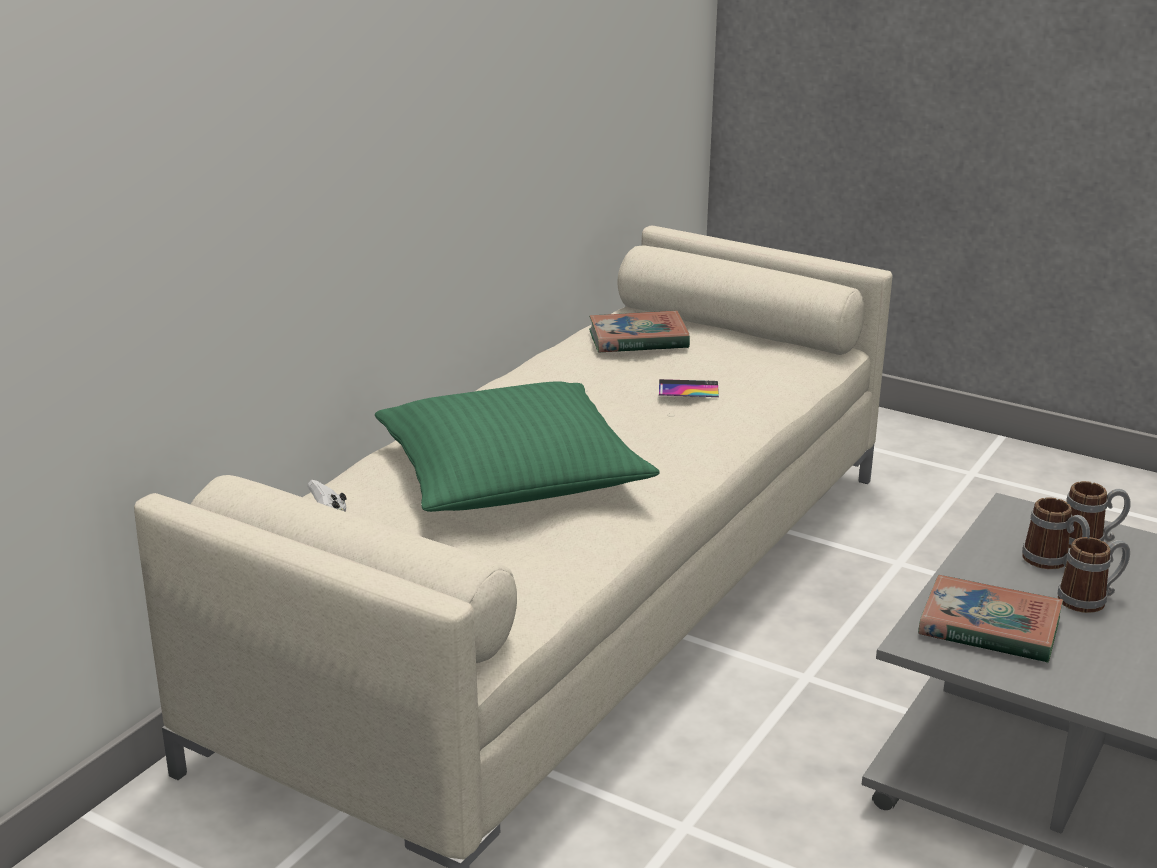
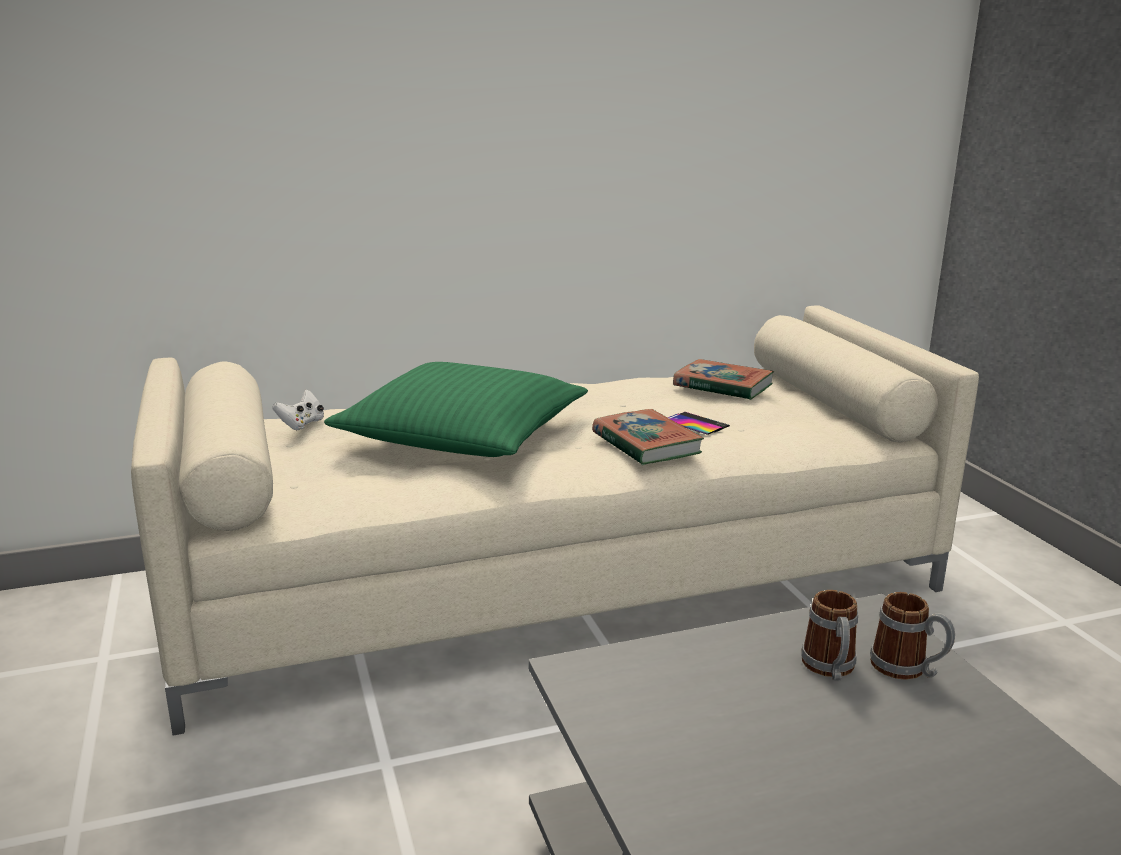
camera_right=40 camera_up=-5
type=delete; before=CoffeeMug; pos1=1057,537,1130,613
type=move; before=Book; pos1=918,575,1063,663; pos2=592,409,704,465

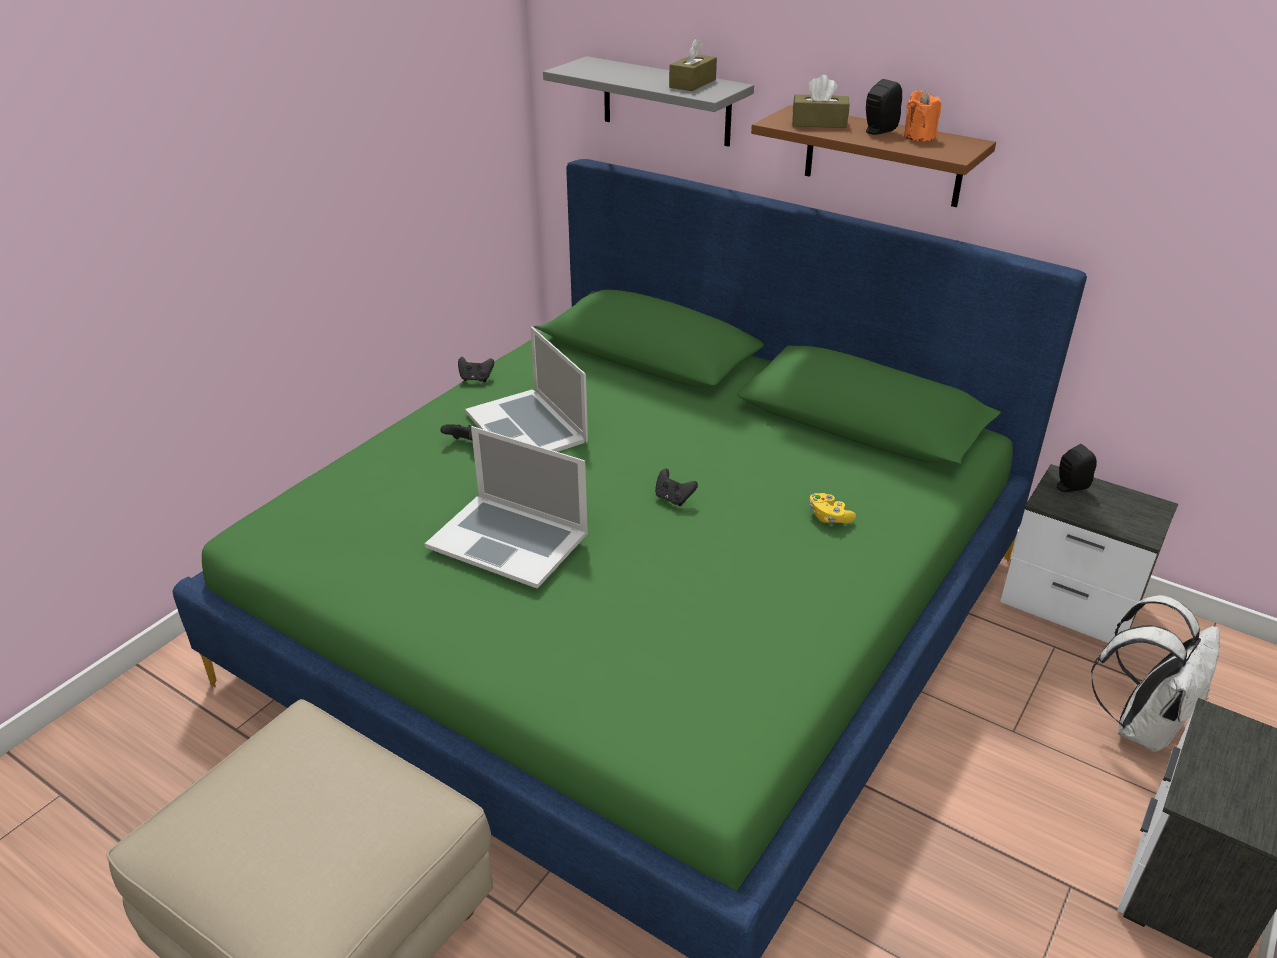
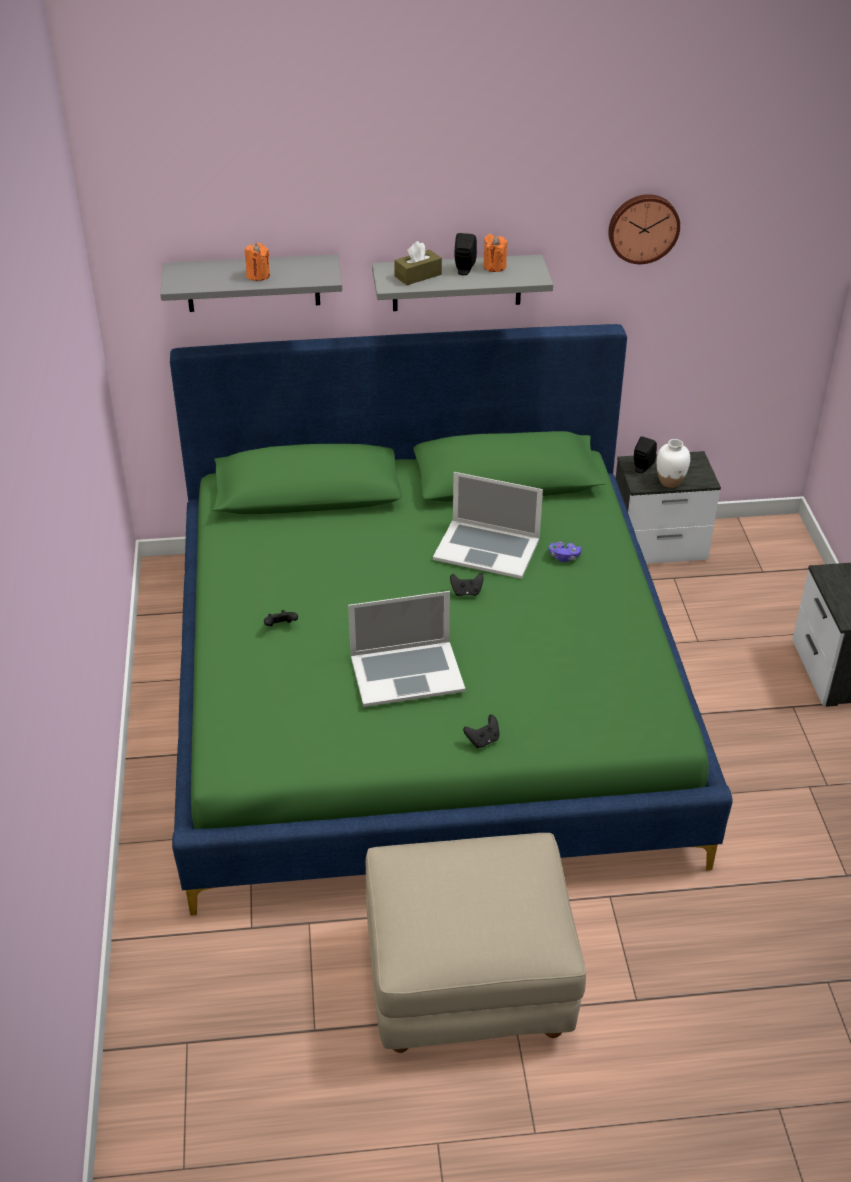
camera_right=-40 camera_up=5
type=delete; before=BrownishBoxOfTissues; pos1=669,38,717,91
type=delete; before=WhiteColouredKnapsack; pos1=1091,595,1220,752
type=insert; after=OrangeColouredWaxLight; pos2=244,243,270,281
type=insert; after=HangingClock; pos2=608,194,680,264
type=insert; after=WhiteColouredFlowerVase; pos2=657,439,690,488
type=move; before=BlackColouredJoypad; pos1=458,357,494,382; pos2=463,715,500,748
type=move; before=PortableComputer; pos1=465,326,588,452; pos2=433,472,543,579
type=recolor; before=BrownishShelf; after=GreyishShelf; pos1=751,105,996,207; pos2=372,254,553,311
type=recolor; before=YellowColouredJoypad; after=PurpleColouredJoypad; pos1=809,493,856,524; pos2=549,541,582,562

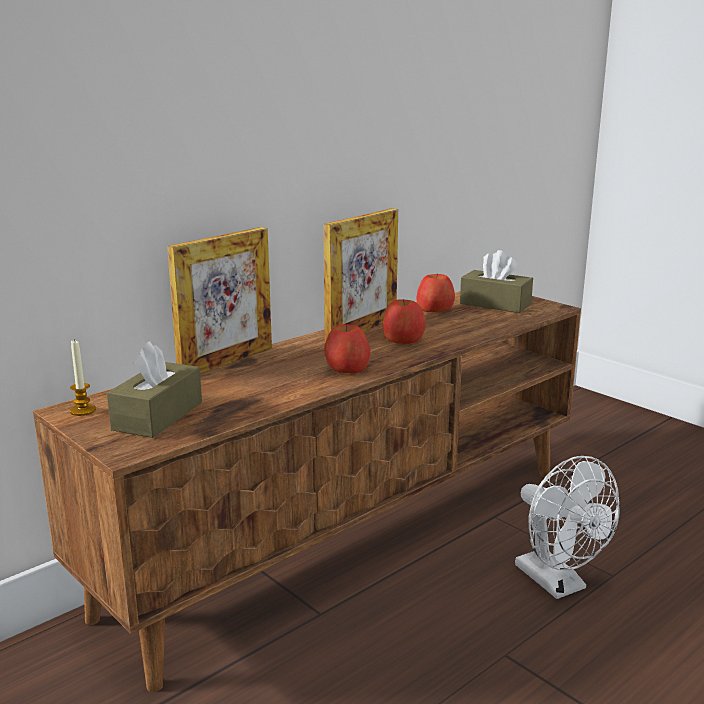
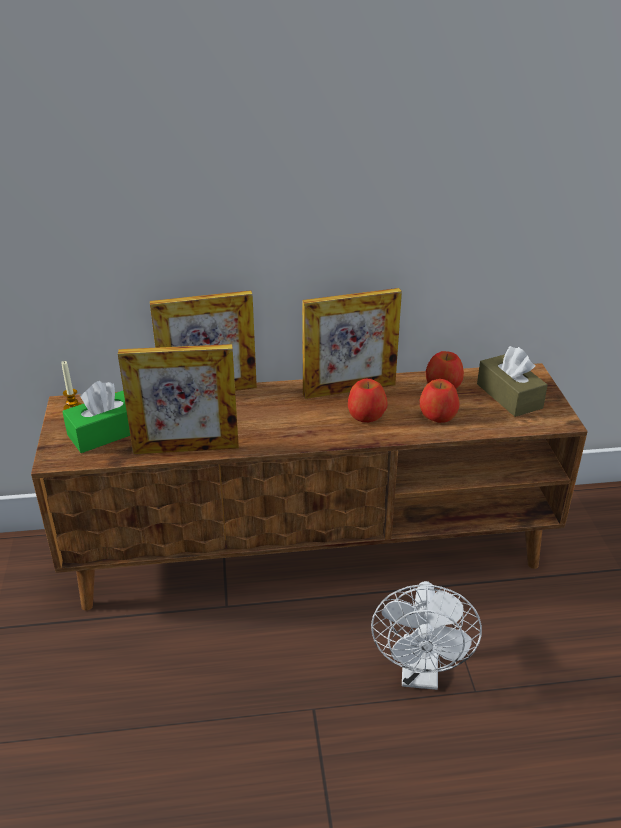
camera_right=35 camera_up=15
type=insert; after=PictureFrame; pos2=118,344,239,454
type=move; before=WholeApple; pos1=324,324,370,373; pos2=420,379,460,423
type=recolor; before=BrownishBoxOfTissues; after=GreenColouredBoxOfTissues; pos1=107,341,202,438; pos2=62,381,130,453

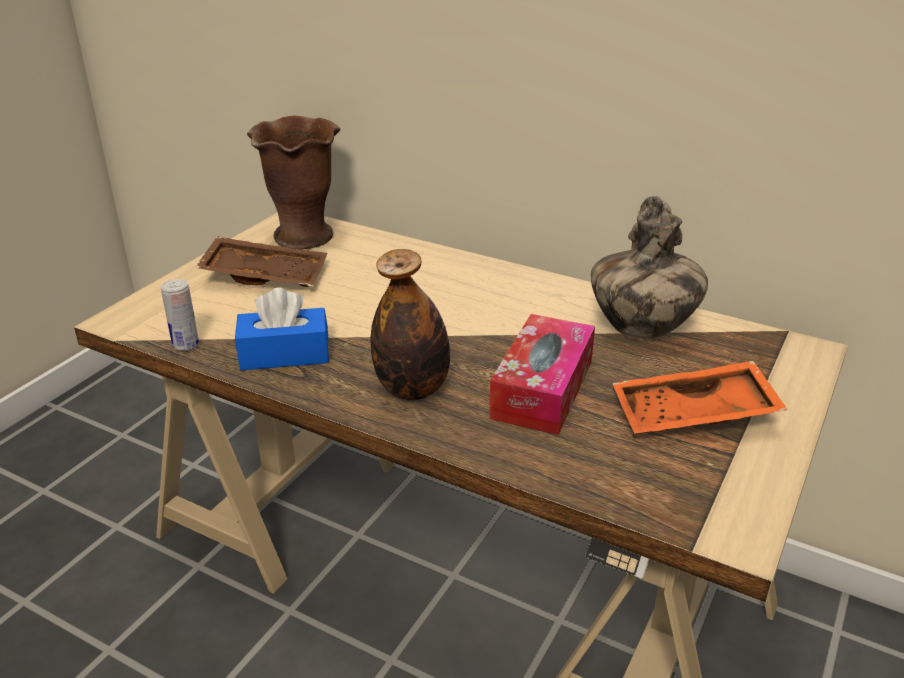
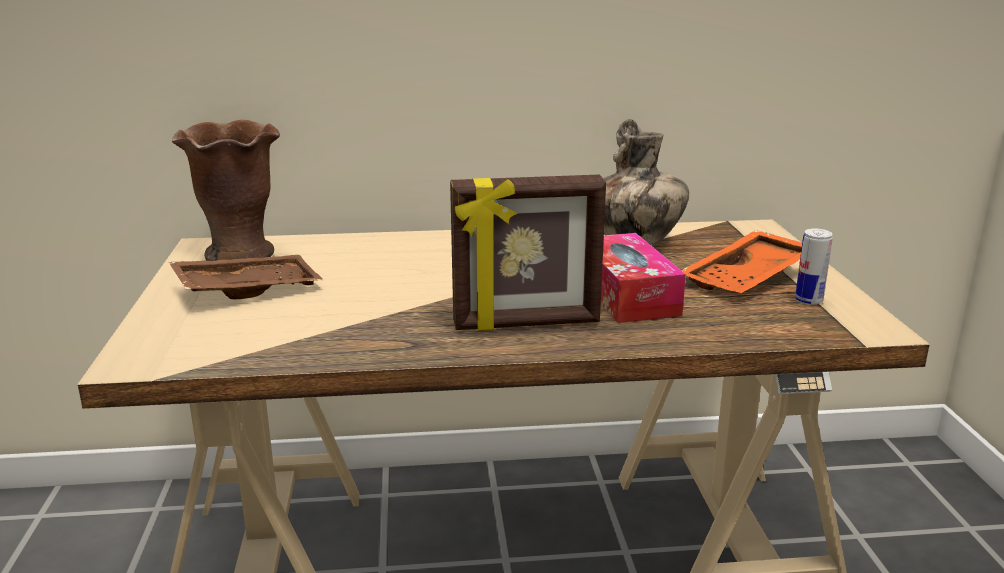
camera_right=-35 camera_up=-10
type=delete; before=BlueBoxOfTissues; pos1=235,287,329,370
type=move; before=SealedCan; pos1=161,279,199,351; pos2=795,229,833,305
type=replace; before=Bottle; after=PictureFrame; pos1=371,249,450,400; pos2=450,175,606,331

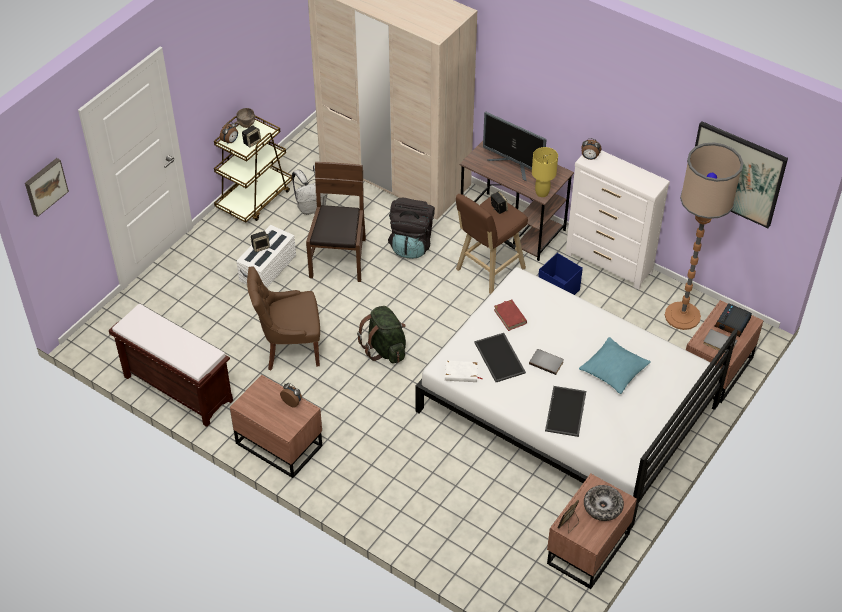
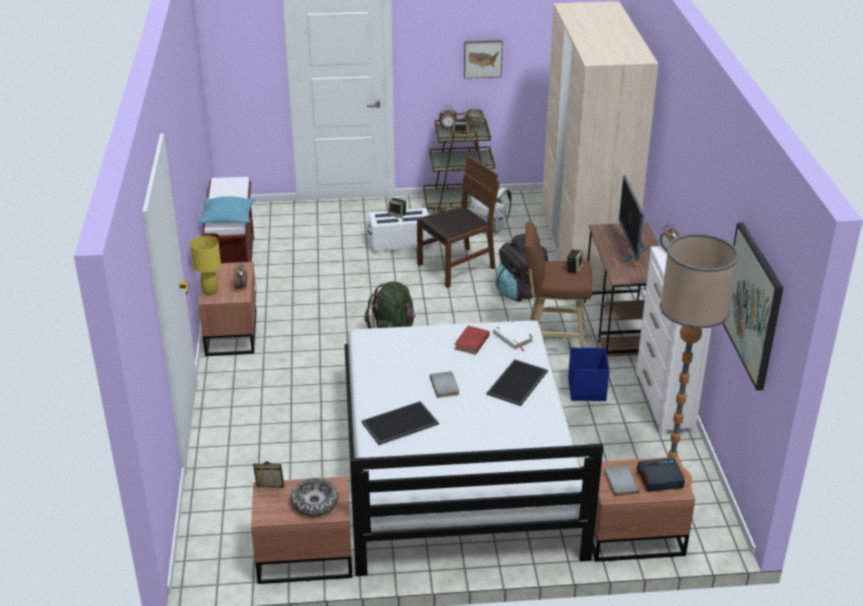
camera_right=50 camera_up=-15
type=delete; before=BrownishChair; pos1=247,266,320,371
type=move; before=WallArt; pos1=25,158,69,217; pos2=464,40,503,79
type=move; before=WhiteColouredBook; pos1=445,360,483,382; pos2=493,321,533,351
type=move; before=CarryingTray; pos1=474,333,526,382; pos2=486,359,548,406
type=move; before=YellowColouredLampForATable; pos1=532,147,558,197; pos2=190,236,221,296
type=move; before=BlueGreenPillow; pos1=579,337,651,394; pos2=198,197,255,223

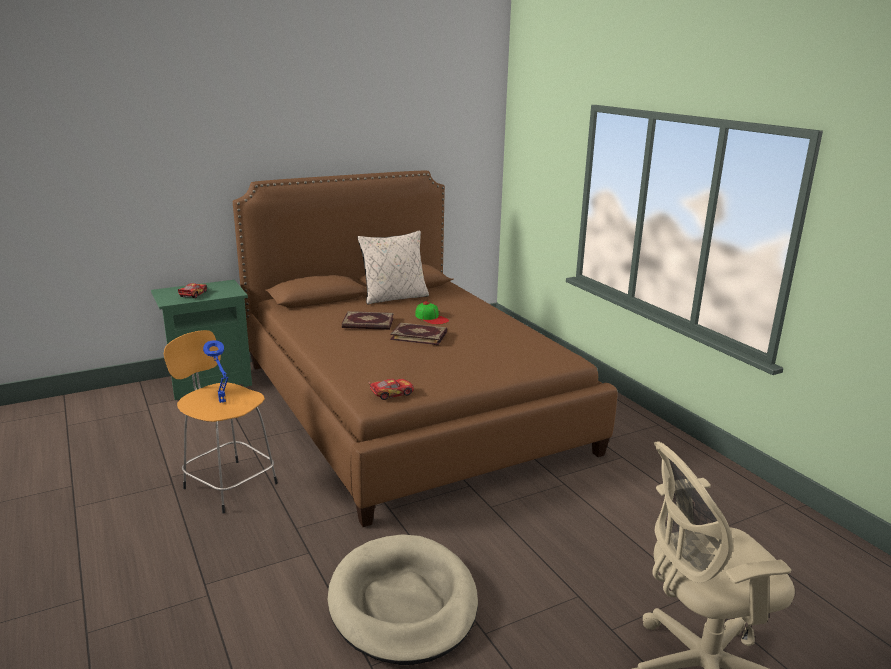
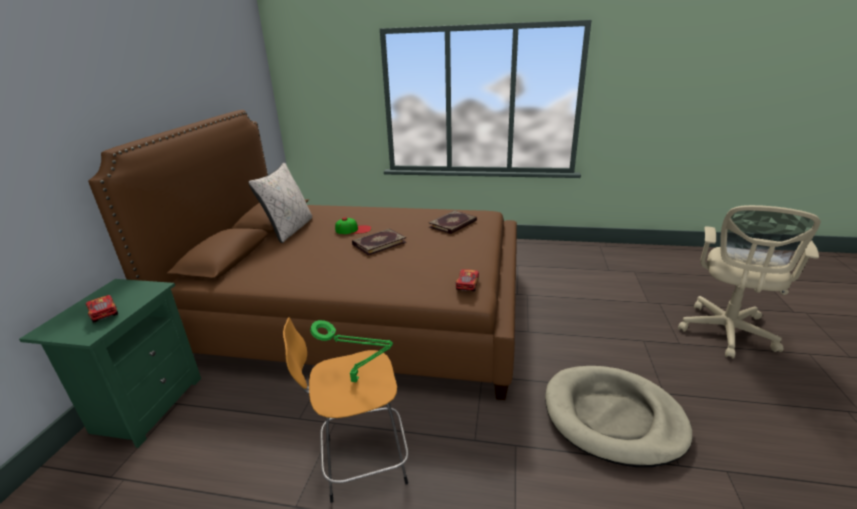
camera_right=-50 camera_up=5
type=move; before=Book; pos1=342,311,394,330; pos2=429,210,477,234
type=recolor; before=BlueLampForATable; after=GreenColouredLampForATable; pos1=203,340,228,403; pos2=310,320,393,382

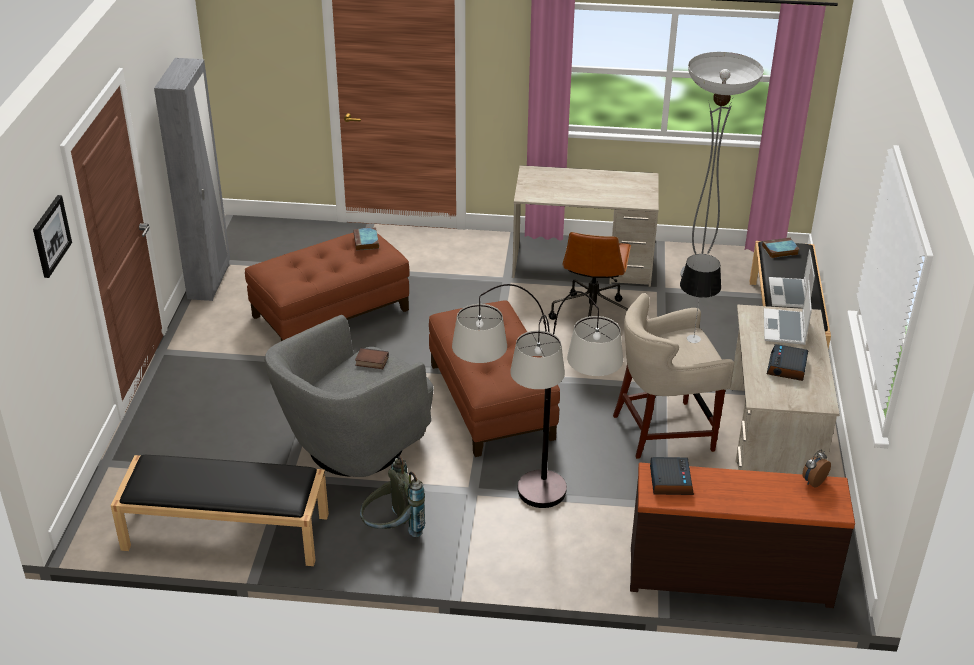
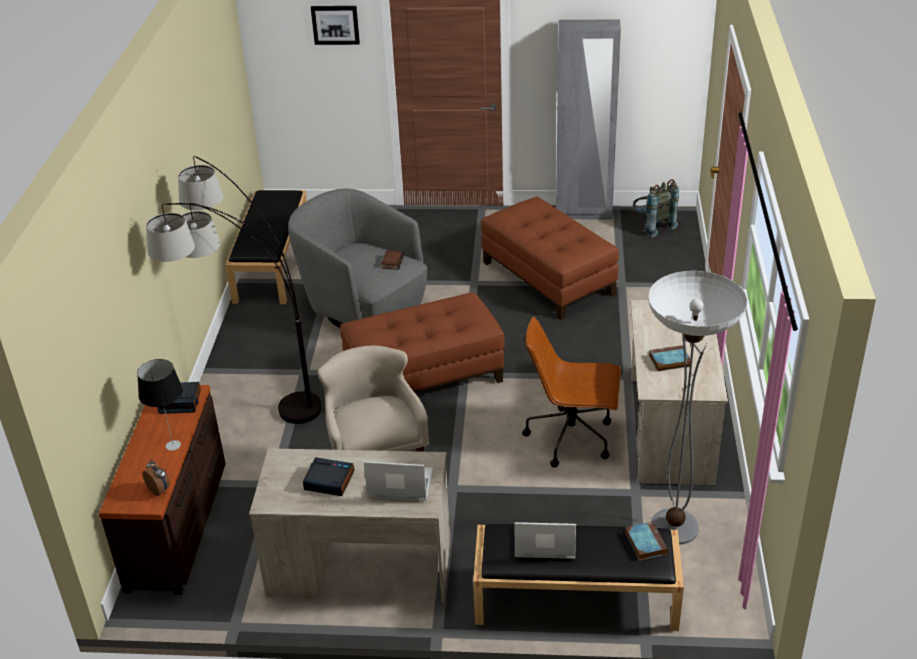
camera_right=90 camera_up=0
type=move; before=Book; pos1=353,227,379,251; pos2=649,345,690,371
type=move; before=GreyishKnapsack; pos1=360,456,425,537; pos2=633,179,679,237
type=move; before=LampForATable; pos1=680,254,721,343; pos2=137,359,183,450

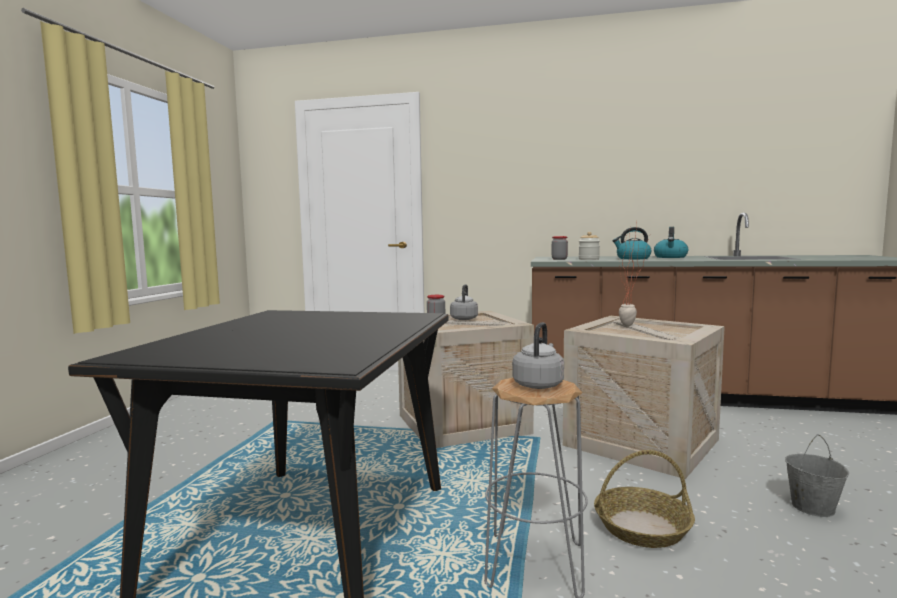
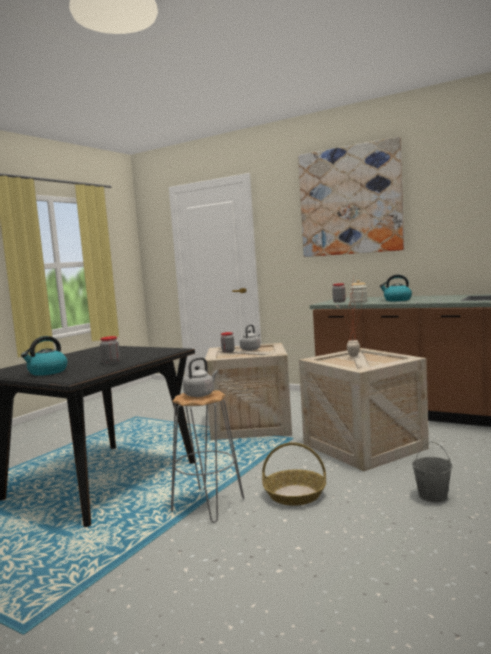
camera_right=20 camera_up=0
type=insert; after=StorageJar; pos2=100,336,120,364
type=insert; after=WallArt; pos2=298,136,404,257
type=move; before=TeaKettle; pos1=654,227,688,258; pos2=21,336,67,376

